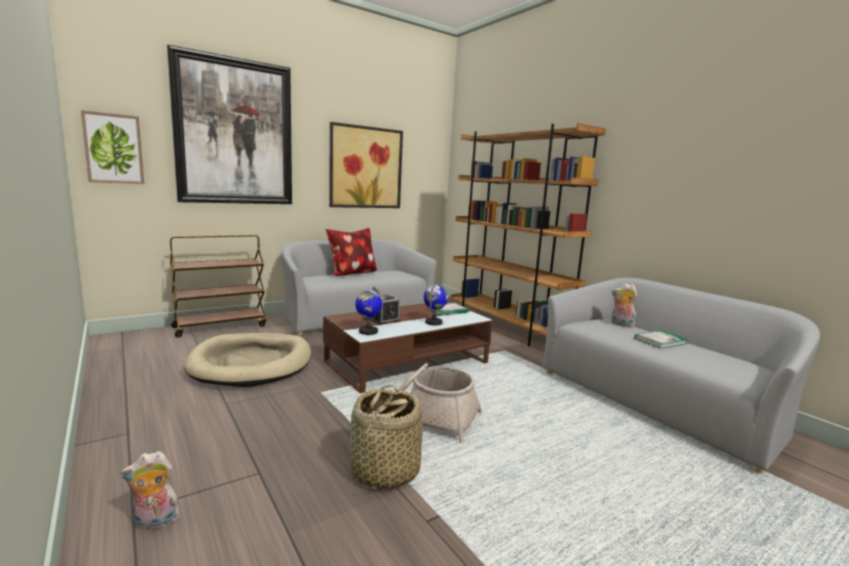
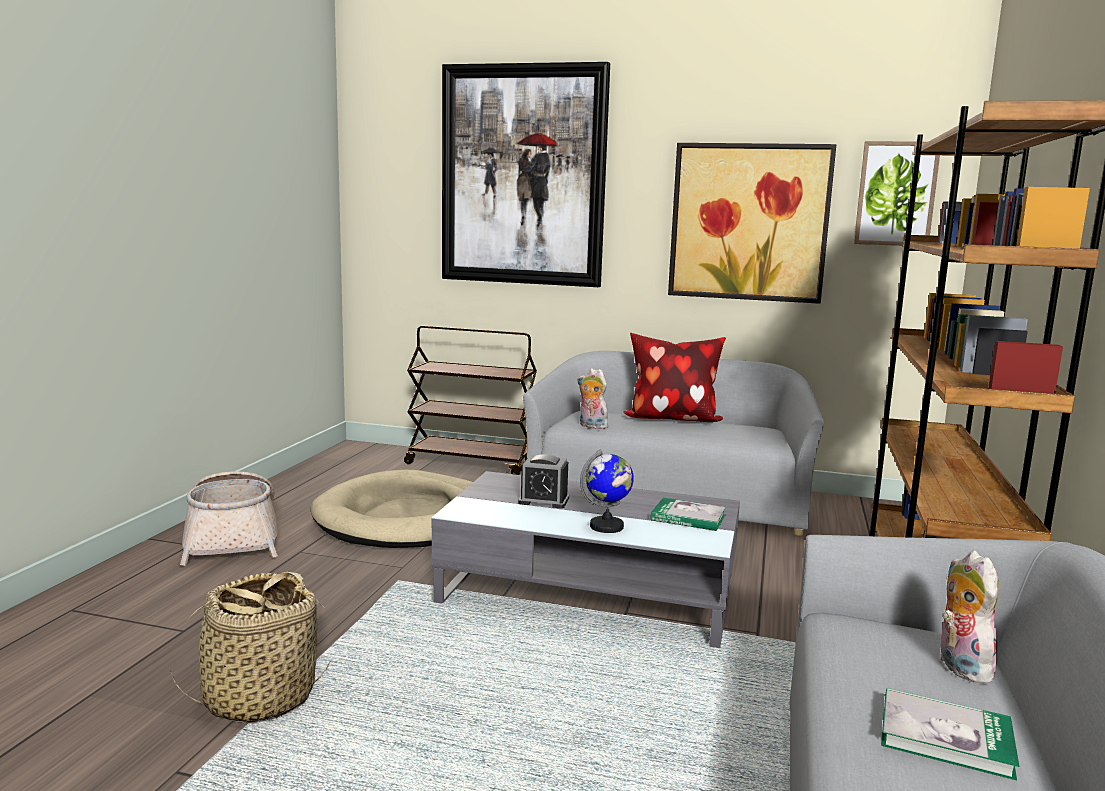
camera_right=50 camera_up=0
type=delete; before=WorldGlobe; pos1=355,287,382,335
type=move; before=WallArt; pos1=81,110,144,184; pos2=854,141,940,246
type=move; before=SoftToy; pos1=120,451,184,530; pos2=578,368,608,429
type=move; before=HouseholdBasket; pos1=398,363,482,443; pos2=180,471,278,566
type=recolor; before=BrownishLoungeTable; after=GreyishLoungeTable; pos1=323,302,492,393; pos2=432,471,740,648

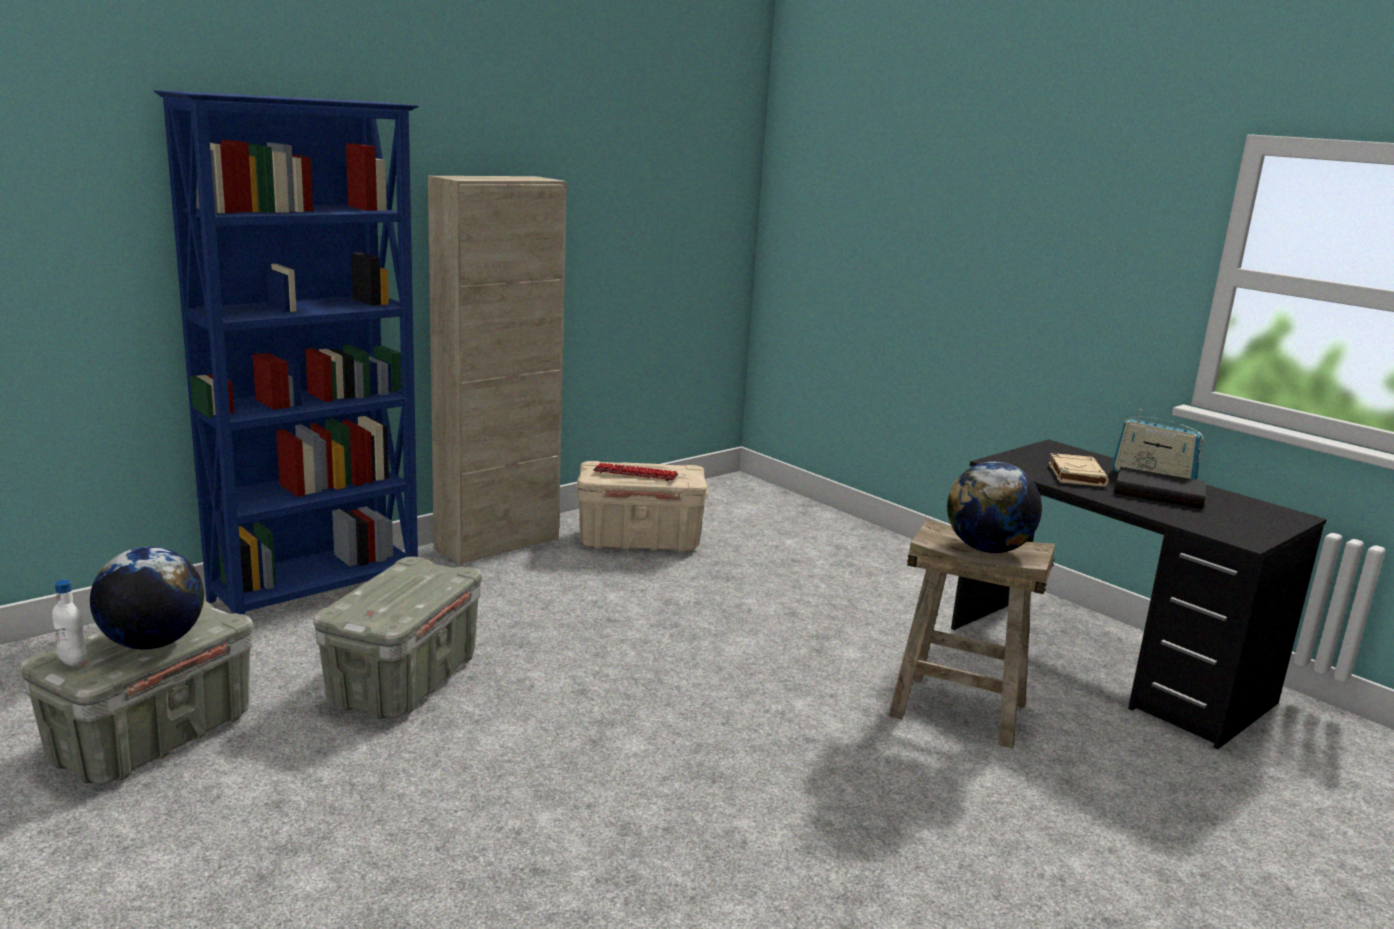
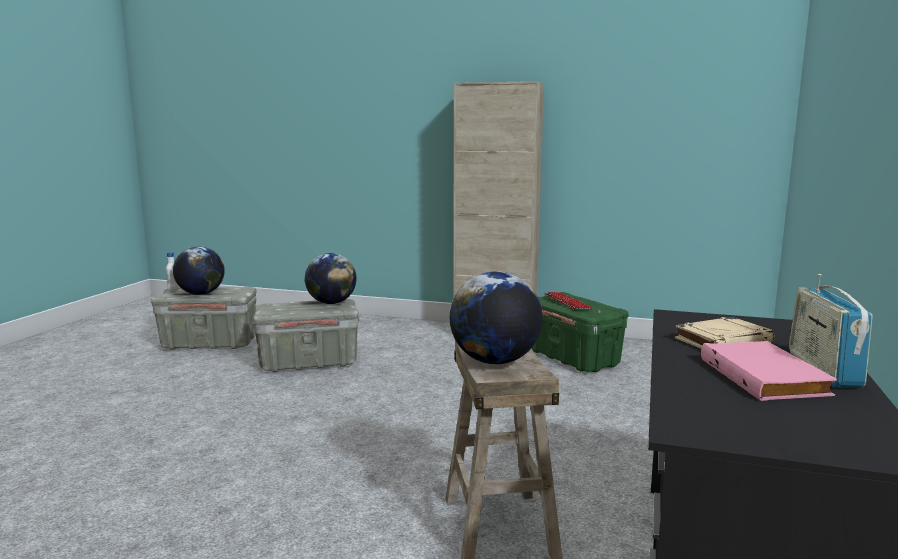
camera_right=60 camera_up=-5
type=delete; before=BlueShelvingUnit; pos1=154,90,419,615
type=insert; after=WorldGlobe; pos2=305,253,357,304
type=recolor; before=SandColouredStorageContainer; after=GreenColouredStorageContainer; pos1=576,461,708,553; pos2=532,292,629,372
type=recolor; before=BlackColouredBook; after=PinkColouredBook; pos1=1114,467,1206,509; pos2=701,341,837,401

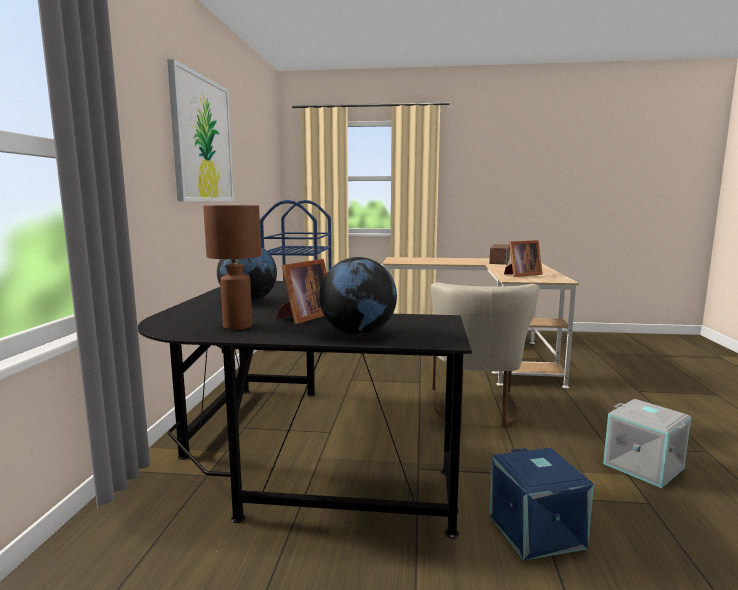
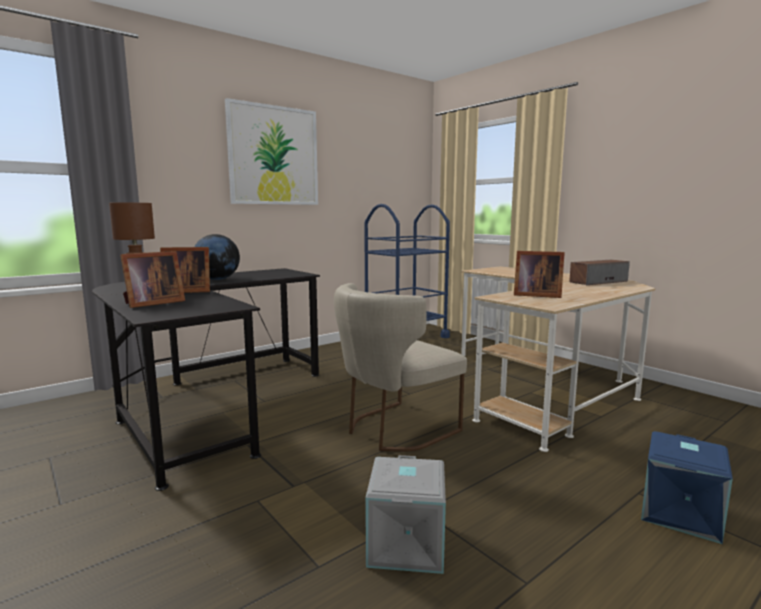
camera_right=45 camera_up=0
type=move; before=BlueStorageContainer; pos1=489,448,594,561; pos2=641,431,733,544
type=replace; before=WorldGlobe; after=PictureFrame; pos1=319,257,397,335; pos2=120,251,185,308

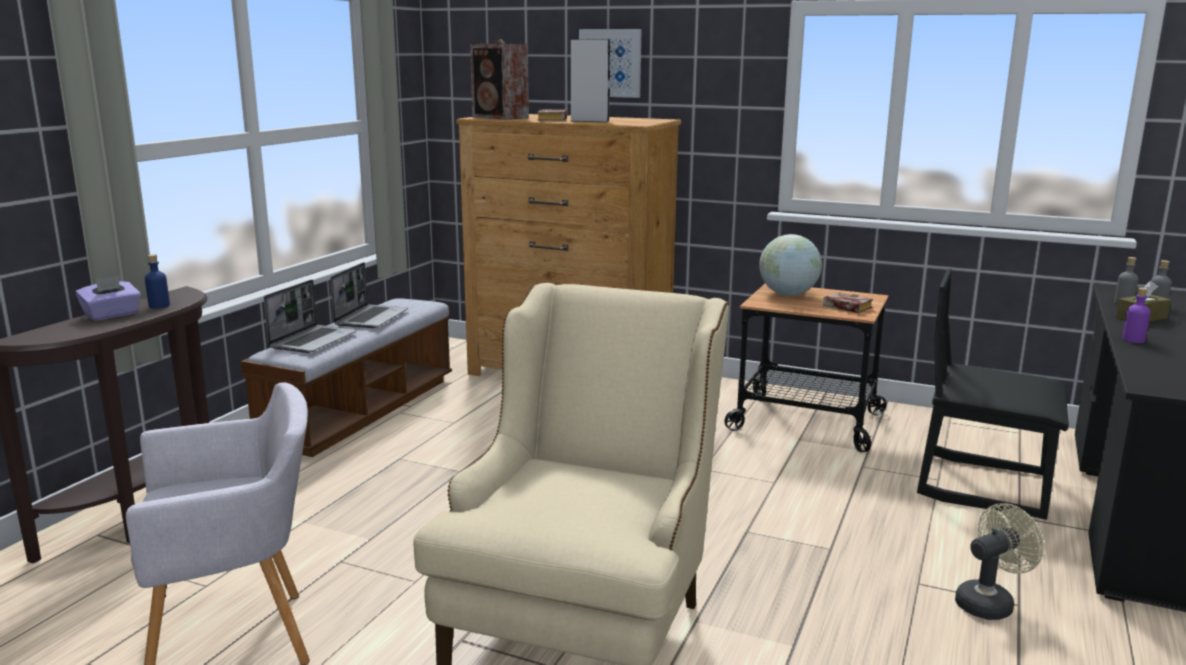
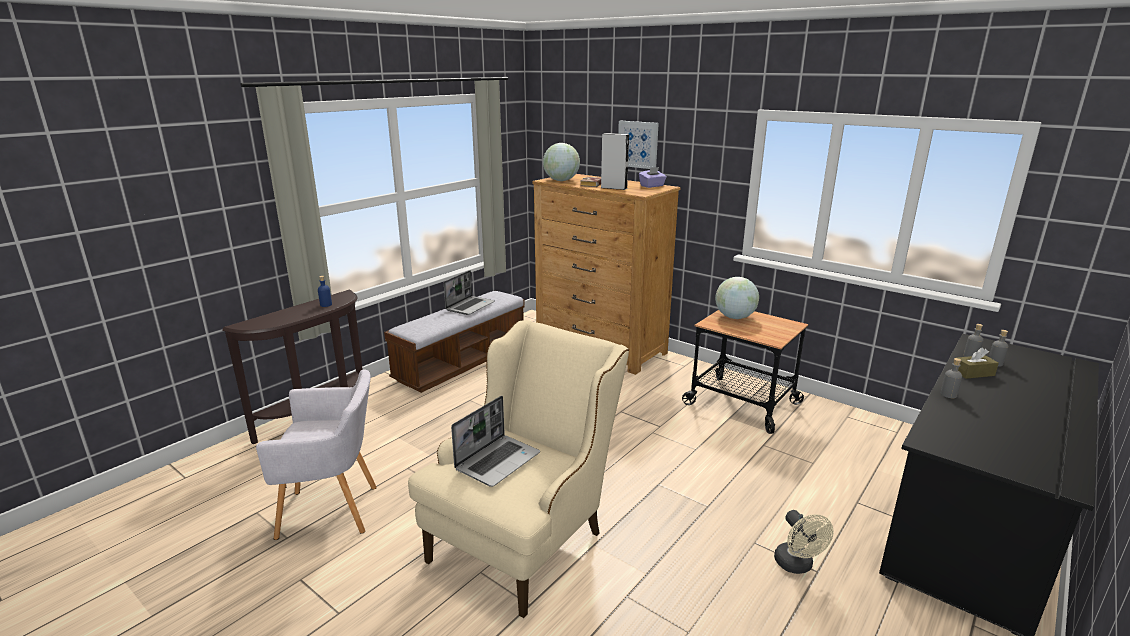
camera_right=15 camera_up=5
type=delete; before=Book; pos1=823,292,873,313
type=delete; before=BlackColouredChair; pos1=917,269,1069,520
type=move; before=PurpleColouredBoxOfTissues; pos1=76,276,141,321; pos2=639,167,667,188
type=move; before=PortableComputer; pos1=264,280,357,353; pos2=451,396,540,487
type=replace; before=Speaker; after=WorldGlobe; pos1=470,39,529,120; pos2=543,143,580,181
type=recolor; before=PurpleColouredBottle; after=GreyishBottle; pos1=1123,287,1150,343; pos2=941,358,962,398
type=rotate; before=SandColouredElectricFan; pos1=955,503,1044,620; pos2=774,510,834,574; turn=90

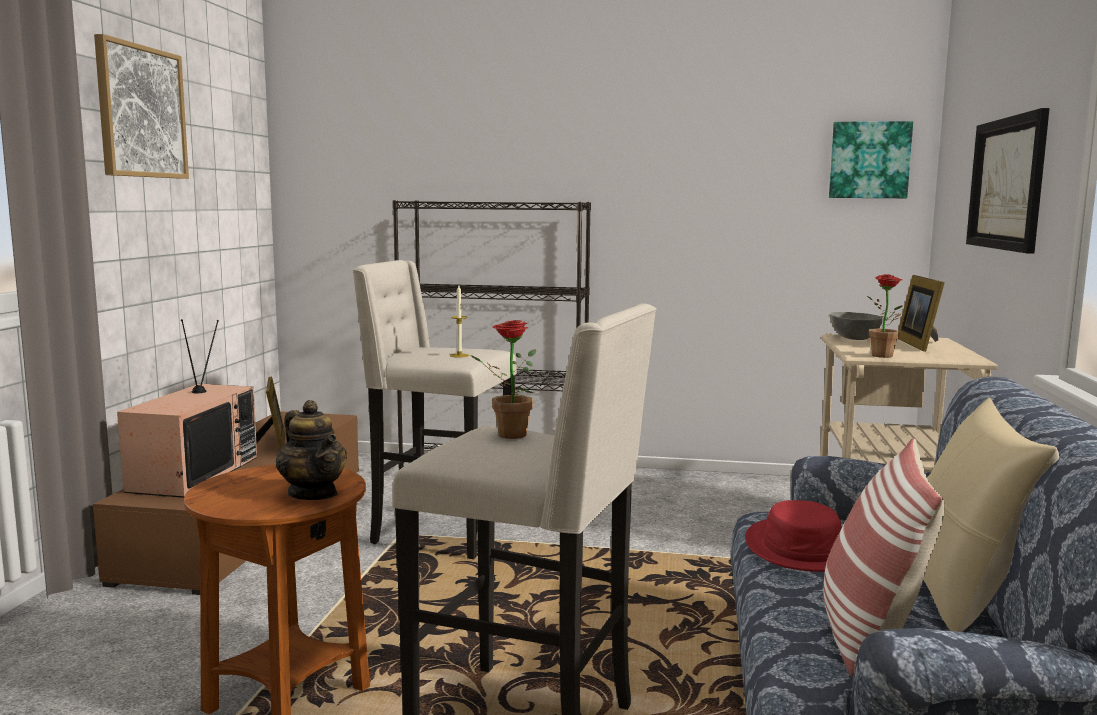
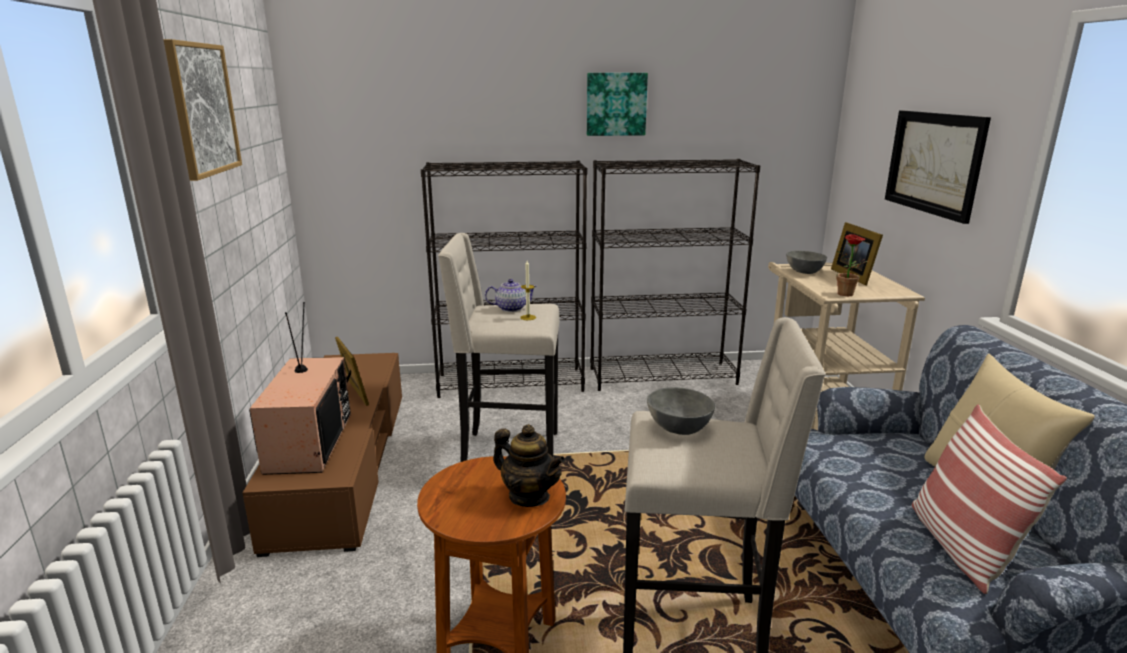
camera_right=-15 camera_up=10
type=delete; before=RedColouredHat; pos1=745,500,841,572
type=insert; after=Teapot; pos2=485,279,537,312
type=insert; after=BlackColouredShelvingUnit; pos2=590,159,760,391
type=move; before=WallArt; pos1=829,121,913,198; pos2=587,73,648,136
type=replace; before=Houseplant; after=GreyishDeepDish; pos1=470,320,536,439; pos2=647,387,715,435

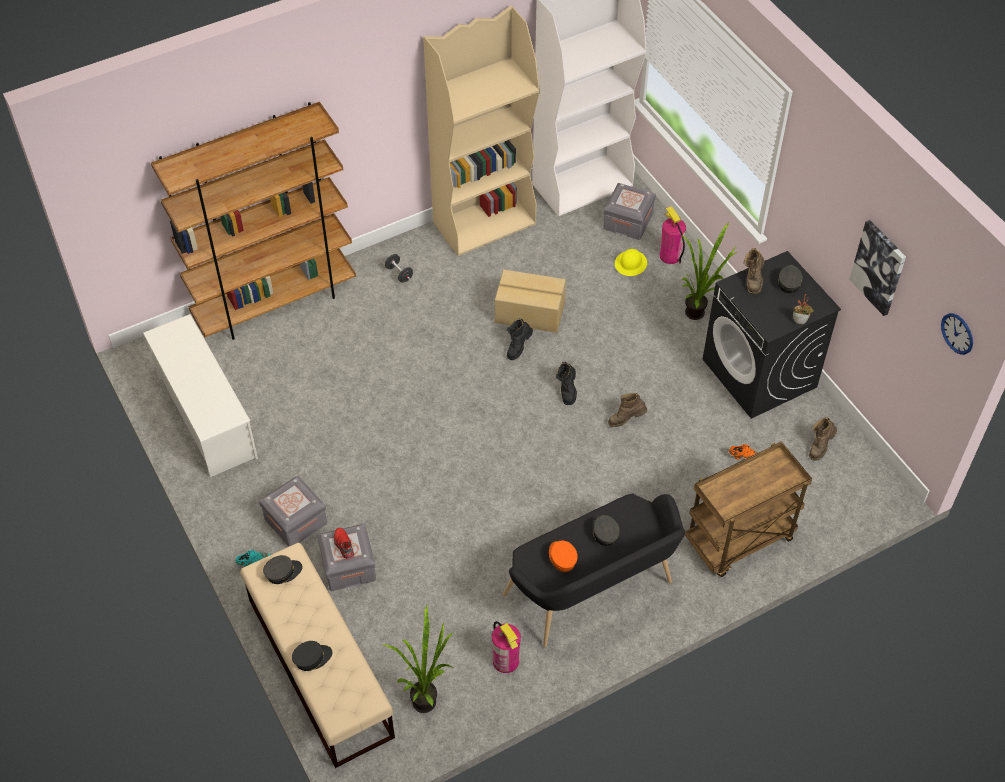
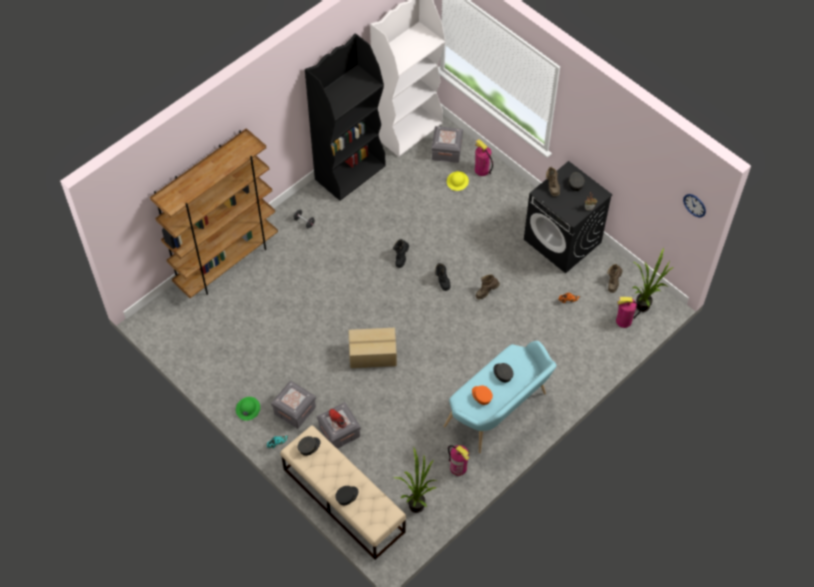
camera_right=-15 camera_up=5
type=delete; before=WhiteColouredShoeStand; pos1=143,314,258,477
type=delete; before=BrownishWheeledCart; pos1=685,441,812,577
type=delete; before=WallArt; pos1=849,220,906,316
type=insert; after=GreenColouredHardHat; pos2=236,397,260,421
type=insert; after=FireFightingCylinder; pos2=616,297,642,328
type=move; before=Carton; pos1=495,270,566,333; pos2=348,328,397,368
type=move; before=Houseplant; pos1=682,223,738,320; pos2=632,247,674,312
type=recolor; before=SandColouredShelvingUnit; after=BlackColouredShelvingUnit; pos1=423,5,540,256; pos2=305,33,385,201
type=recolor; before=BlackColouredBench; after=BlueGreenBench; pos1=503,493,685,647; pos2=444,341,556,453

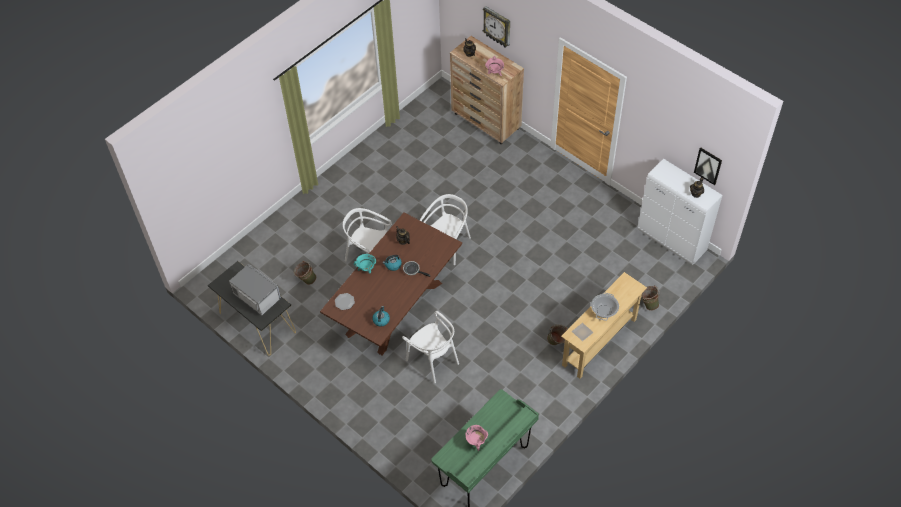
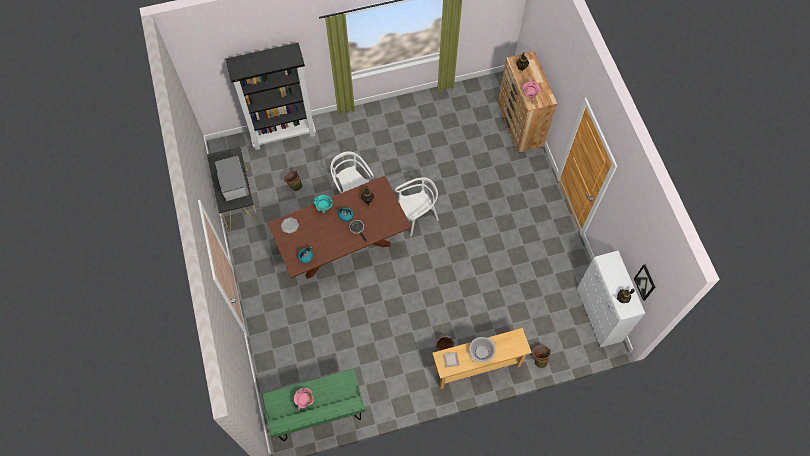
camera_right=30 camera_up=10
type=delete; before=WhiteColouredChair; pos1=402,311,459,383
type=delete; before=HangingClock; pos1=483,6,510,47
type=insert; after=BlackColouredShelvingUnit; pos2=226,43,316,150

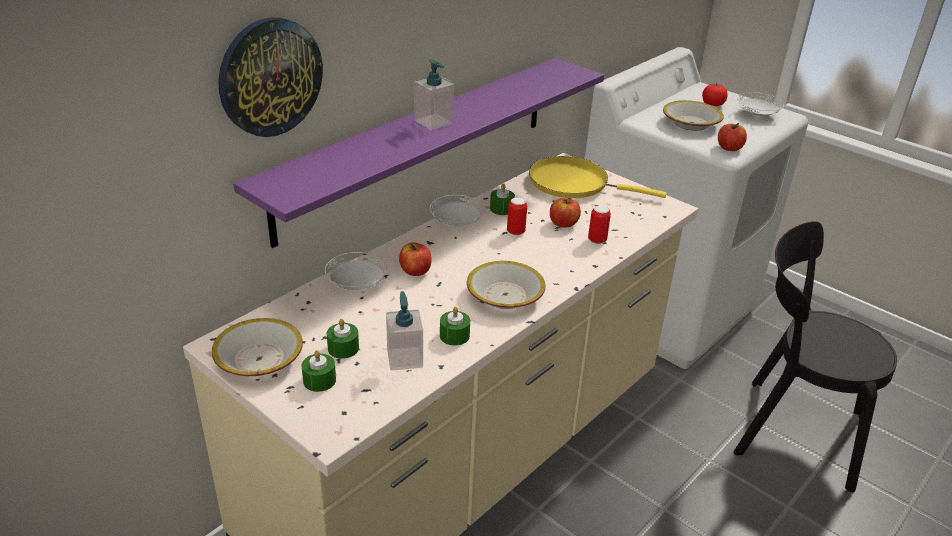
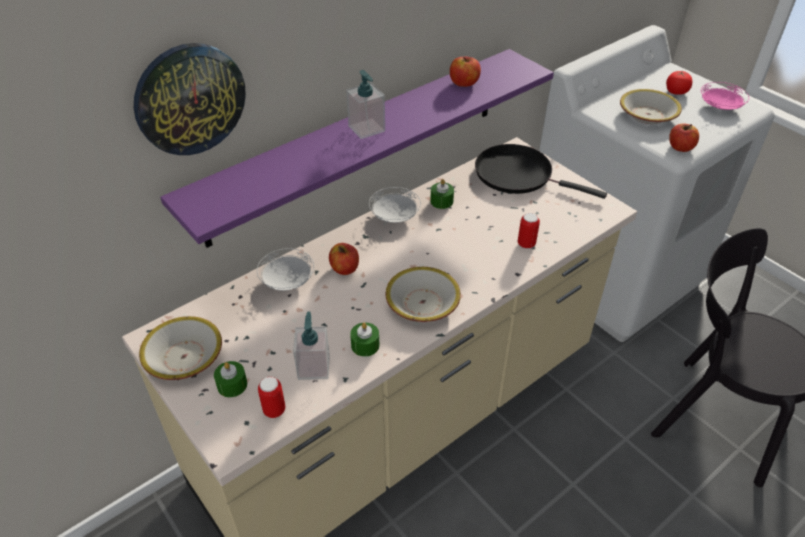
camera_right=10 camera_up=10
type=delete; before=GreenColouredWaxLight; pos1=327,319,359,359
type=move; before=SealedCan; pos1=507,197,527,235; pos2=258,377,285,418
type=move; before=WholeApple; pos1=550,198,581,228; pos2=450,57,481,87
type=recolor; before=YellowColouredSkillet; after=BlackColouredSkillet; pos1=529,156,667,198; pos2=475,144,607,199
type=recolor; before=WhiteColouredDinnerPlate; after=PinkColouredDinnerPlate; pos1=737,92,784,116; pos2=701,82,749,110

